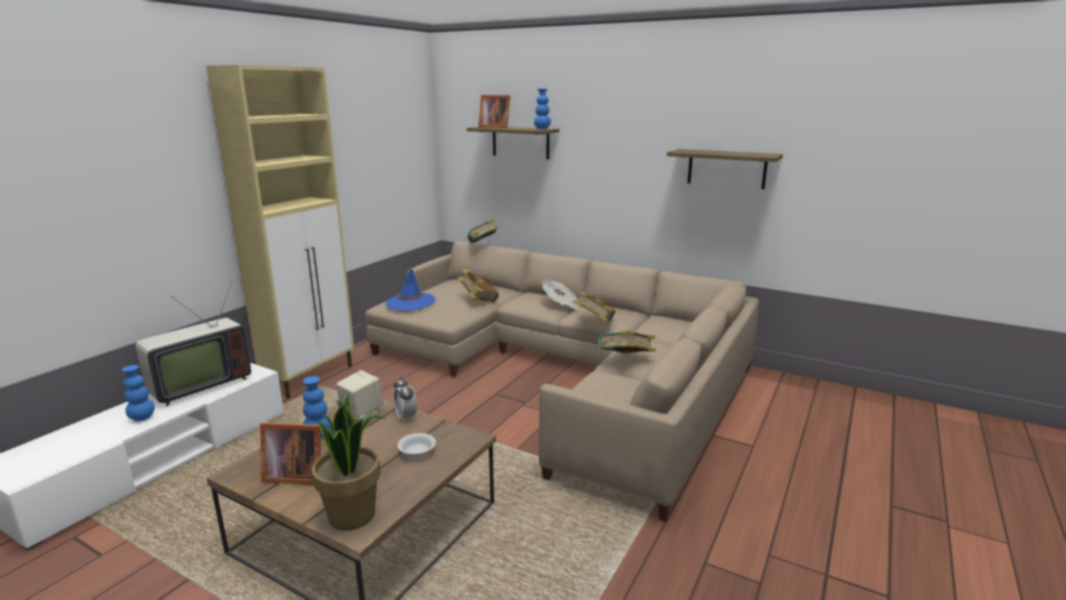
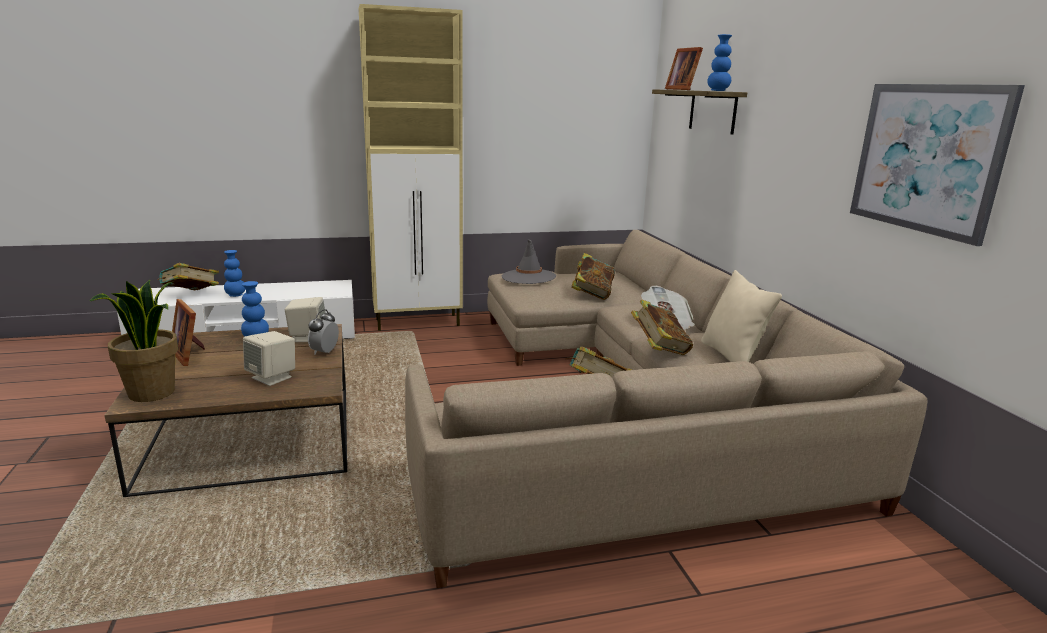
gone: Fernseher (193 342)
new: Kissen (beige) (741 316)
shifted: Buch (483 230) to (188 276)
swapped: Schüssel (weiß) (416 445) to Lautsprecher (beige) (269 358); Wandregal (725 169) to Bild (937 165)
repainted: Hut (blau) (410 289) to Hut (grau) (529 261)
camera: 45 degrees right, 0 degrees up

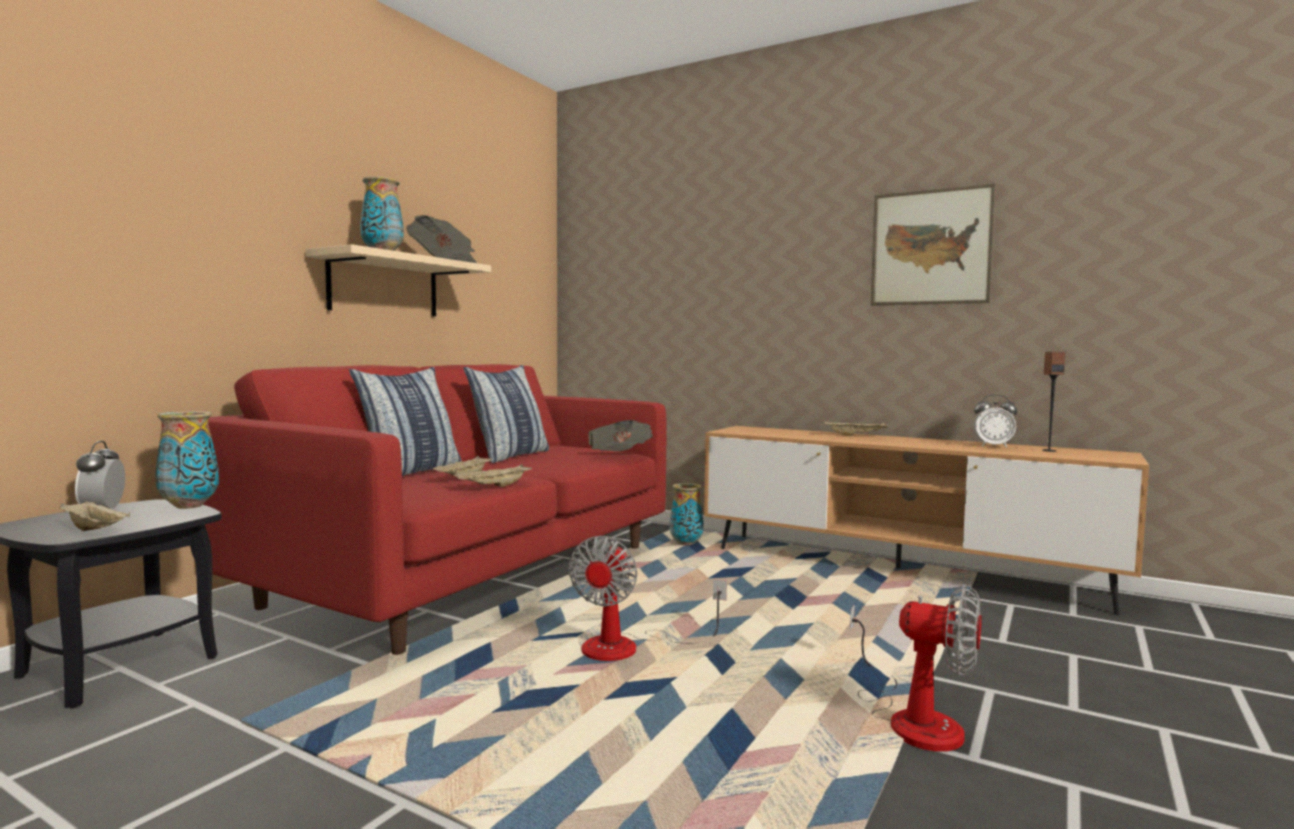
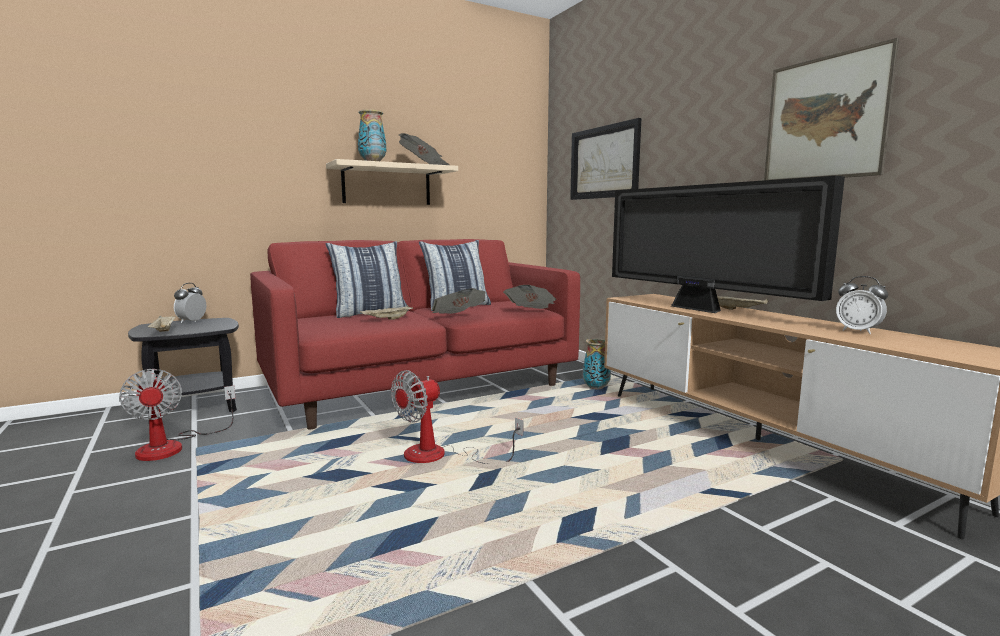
gone: Vase (187 460); Tablett (beige) (493 475); Lautsprecher (1054 402)
new: Zeitung (459 301); Bild (605 159); Fernseher (728 244)
shifted: Ventilator (915 667) to (177 415)
camera: 30 degrees right, 5 degrees up

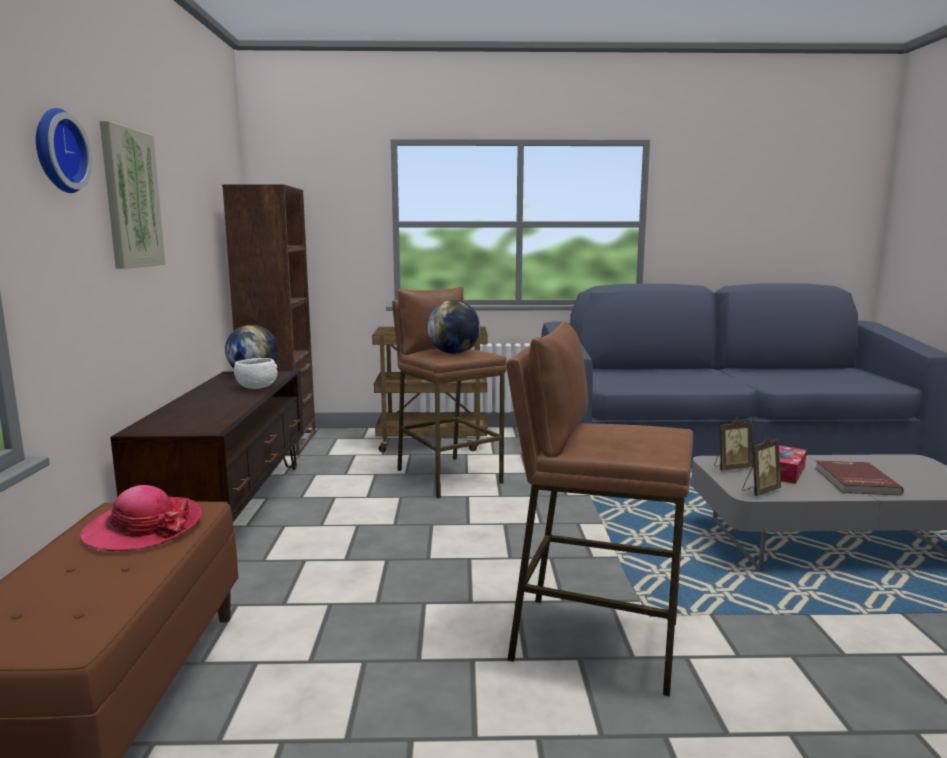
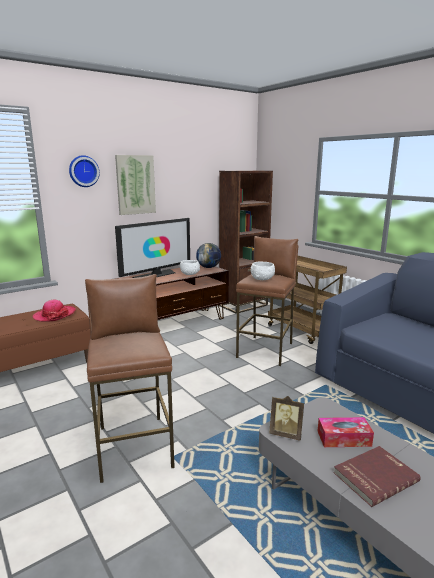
gone: Bilderrahmen (733 444)
new: Fernseher (152 248)
swapped: Globus (453 327) to Schüssel (weiß) (263 271)
camera: 55 degrees right, 5 degrees up

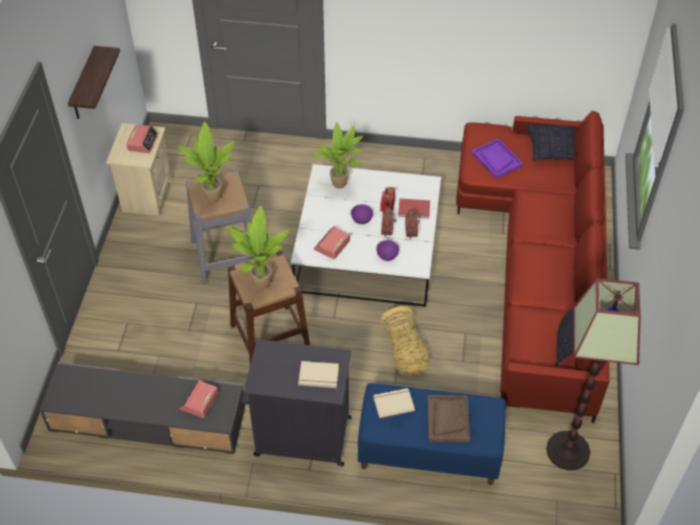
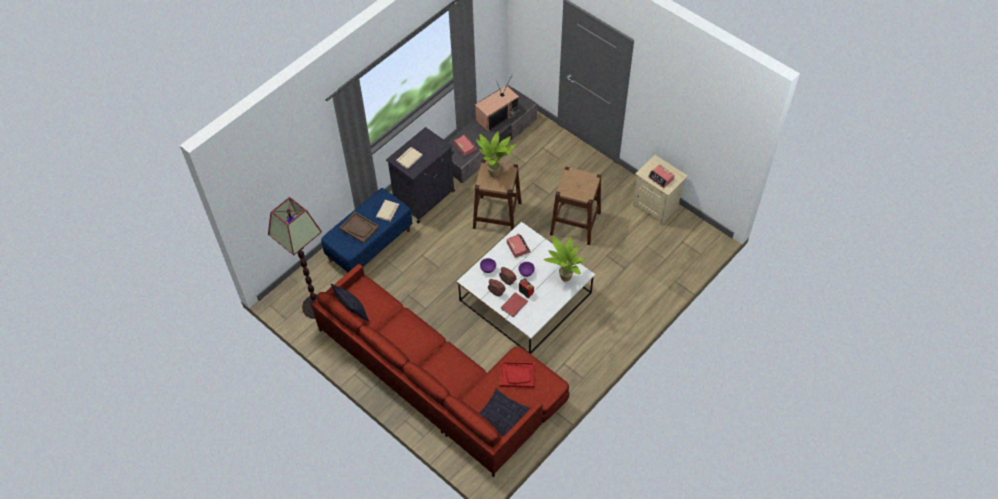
gone: Wandregal (94 82); Topfpflanze (206 162); Korb (404 341)
new: Fernseher (497 103)
repainted: Hocker (grau) (220 227) to Hocker (braun) (575 206); Tablett (lila) (497 159) to Tablett (rot) (517 374)
camera: 125 degrees right, 5 degrees up

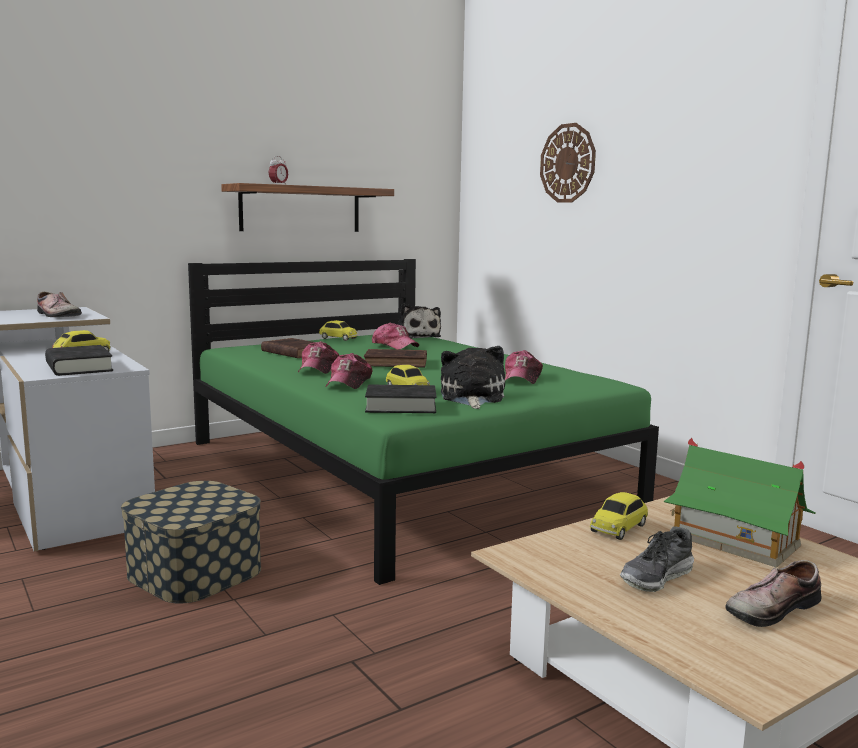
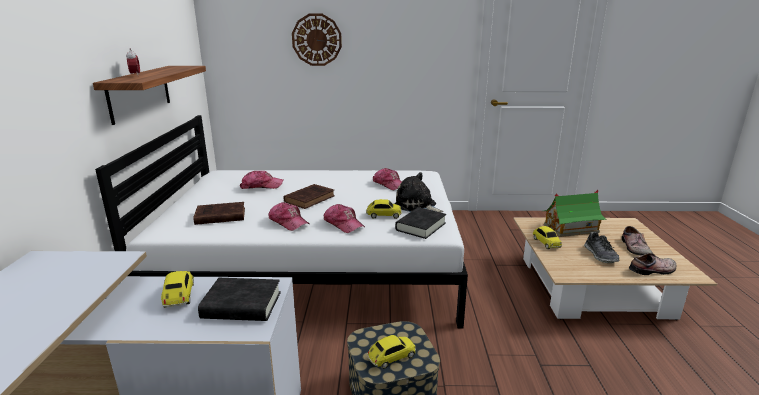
gone: Plüschtier (419 321)
shifted: Schuh (59 304) to (652 264); Spielzeugauto (338 330) to (391 352)
repainted: Bett (grün) (423 422) to Bett (weiß) (281 221)
camera: 55 degrees left, 10 degrees up

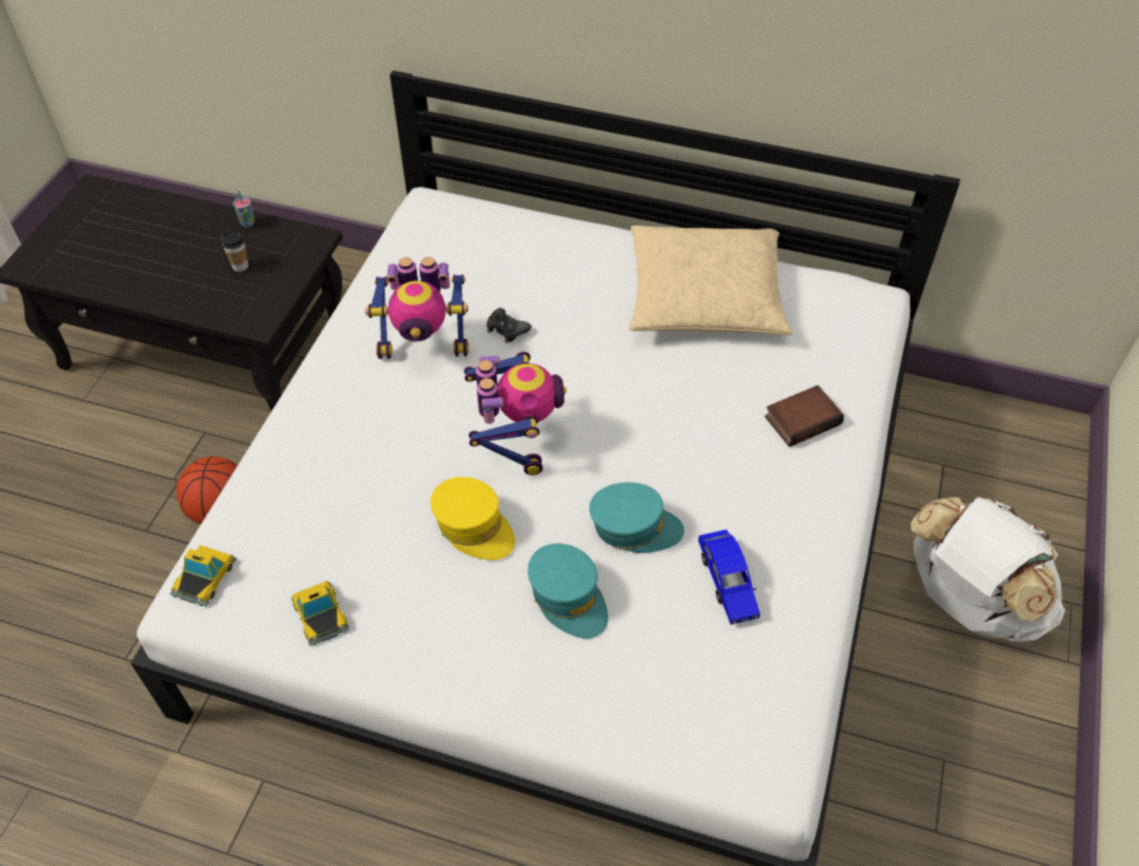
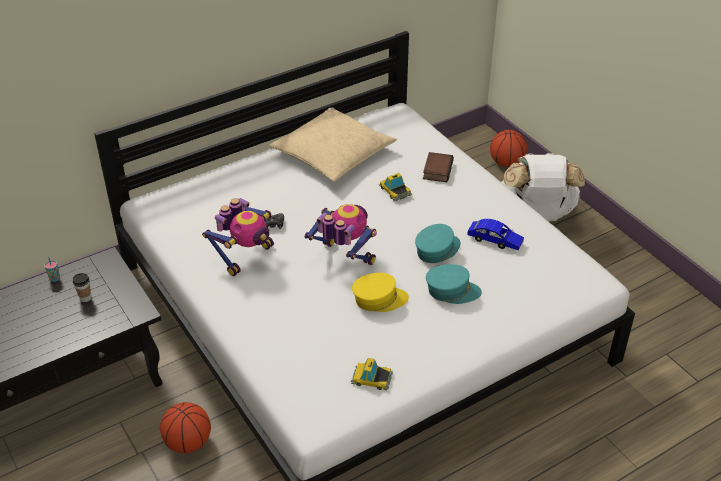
new: Basketball (508 148)
shifted: Spielzeugauto (203 575) to (395 187)
camera: 50 degrees left, 10 degrees down

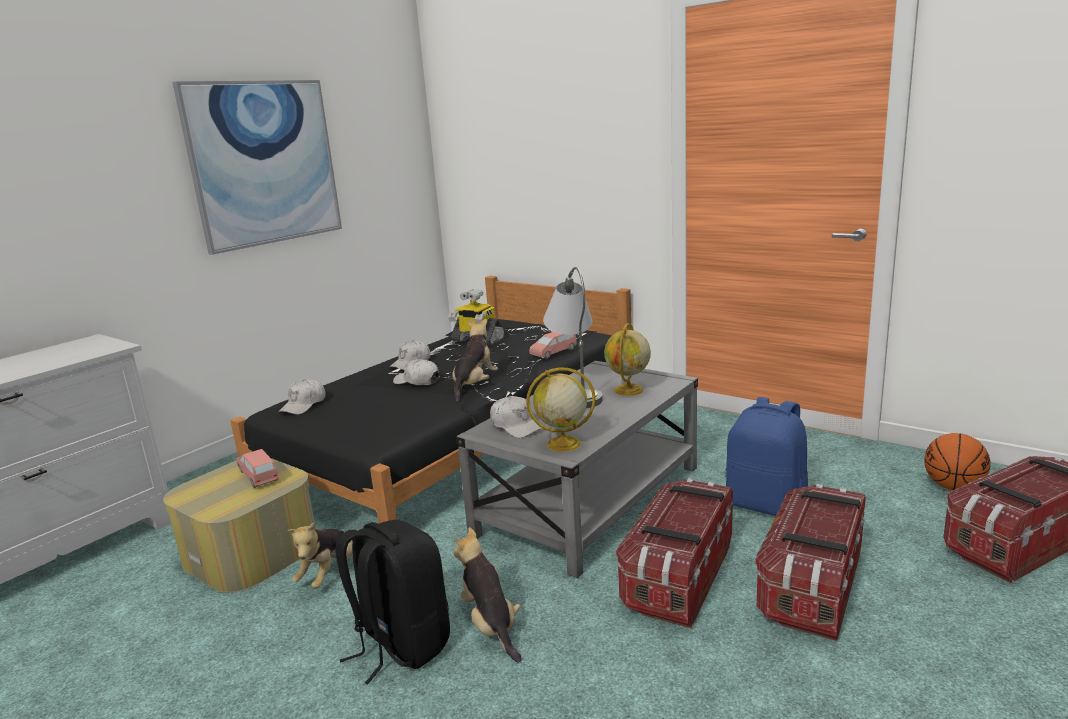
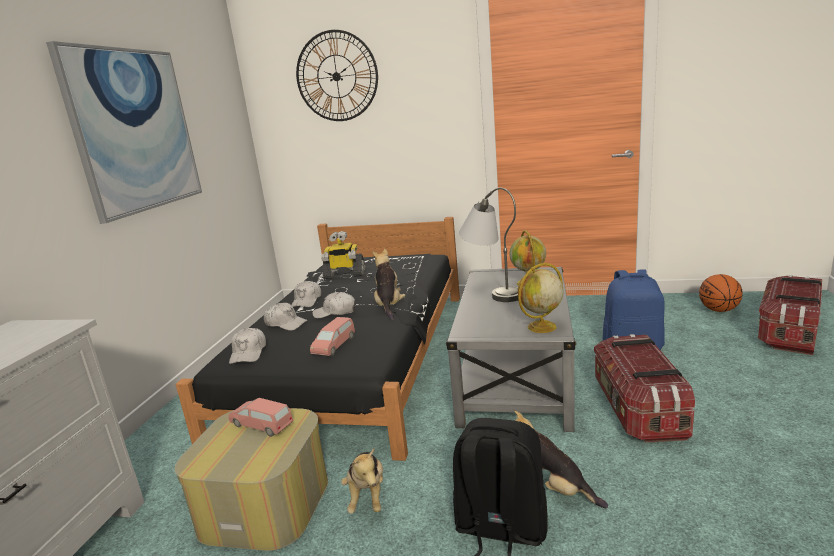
gone: Aufbewahrungsbox (811 562)
new: Wanduhr (337 75)
shifted: Kappe (weiß) (516 417) to (286 317); Spielzeugauto (rosa) (553 345) to (332 336)
camera: 25 degrees left, 0 degrees up

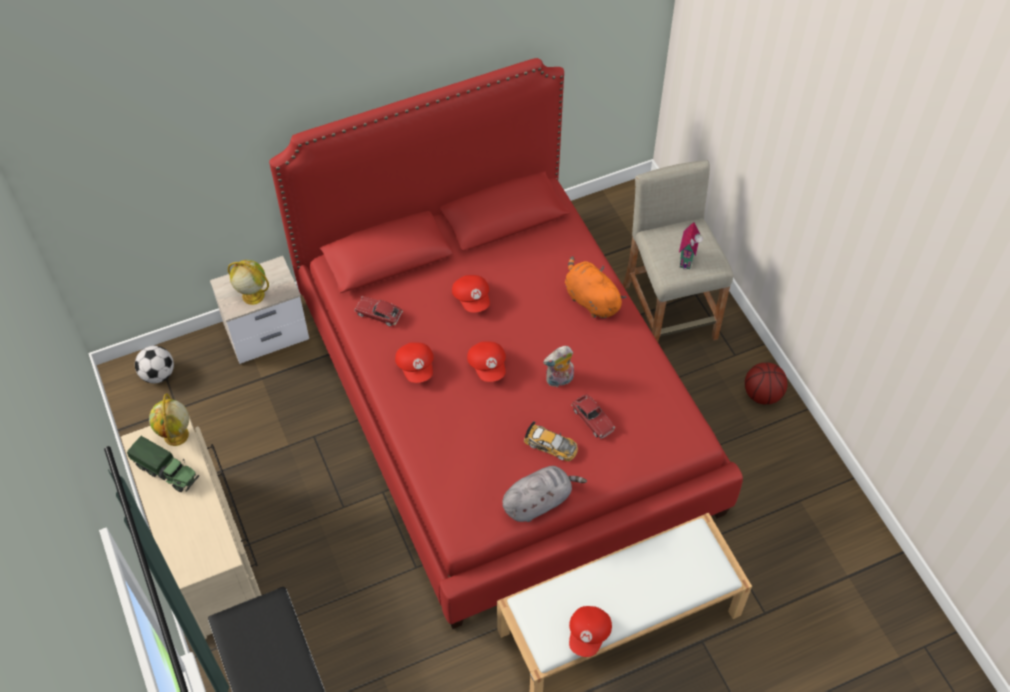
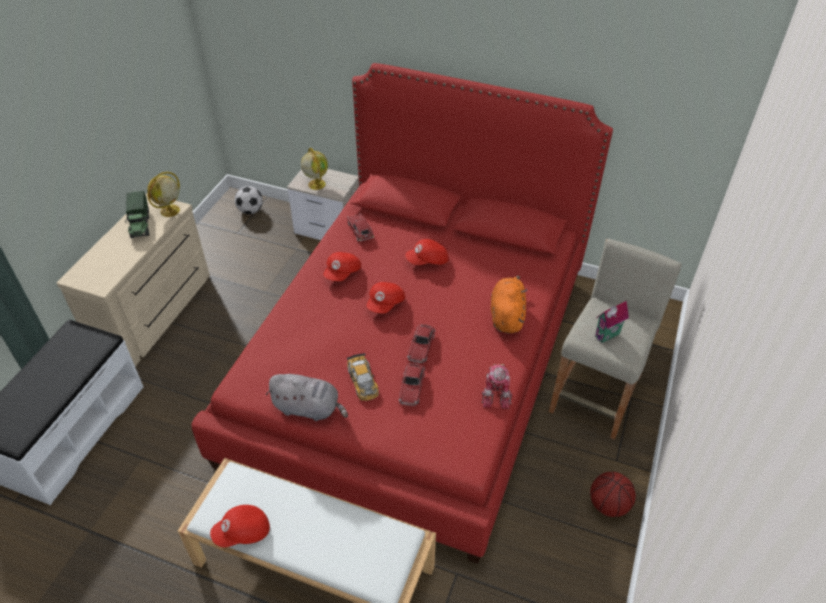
new: Spielzeugroboter (497 386)
swapped: Plüschtier (558 366) to Spielzeugauto (421 343)
rotated: Kappe (rot) (471 294) = (427 252) 45 degrees clockwise
camera: 45 degrees right, 10 degrees down

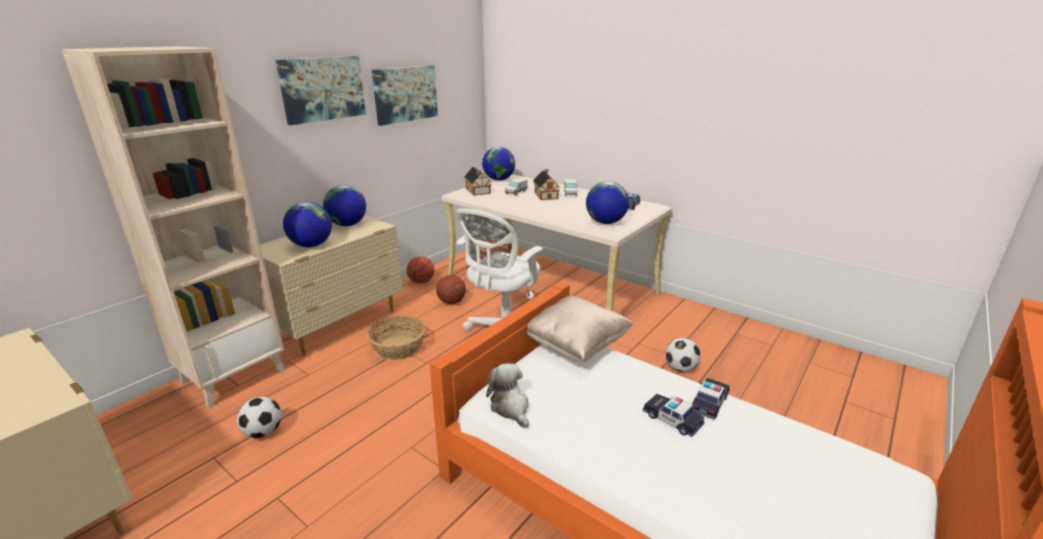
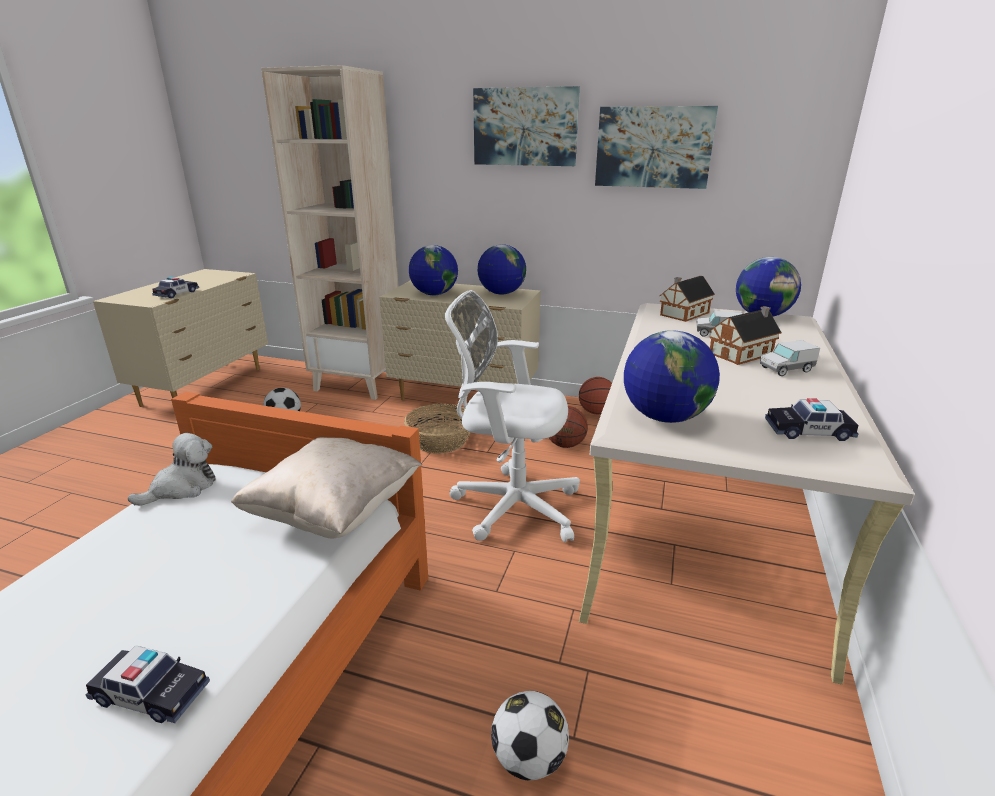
shifted: Spielzeugauto (674 415) to (175 287)
camera: 70 degrees right, 0 degrees up

